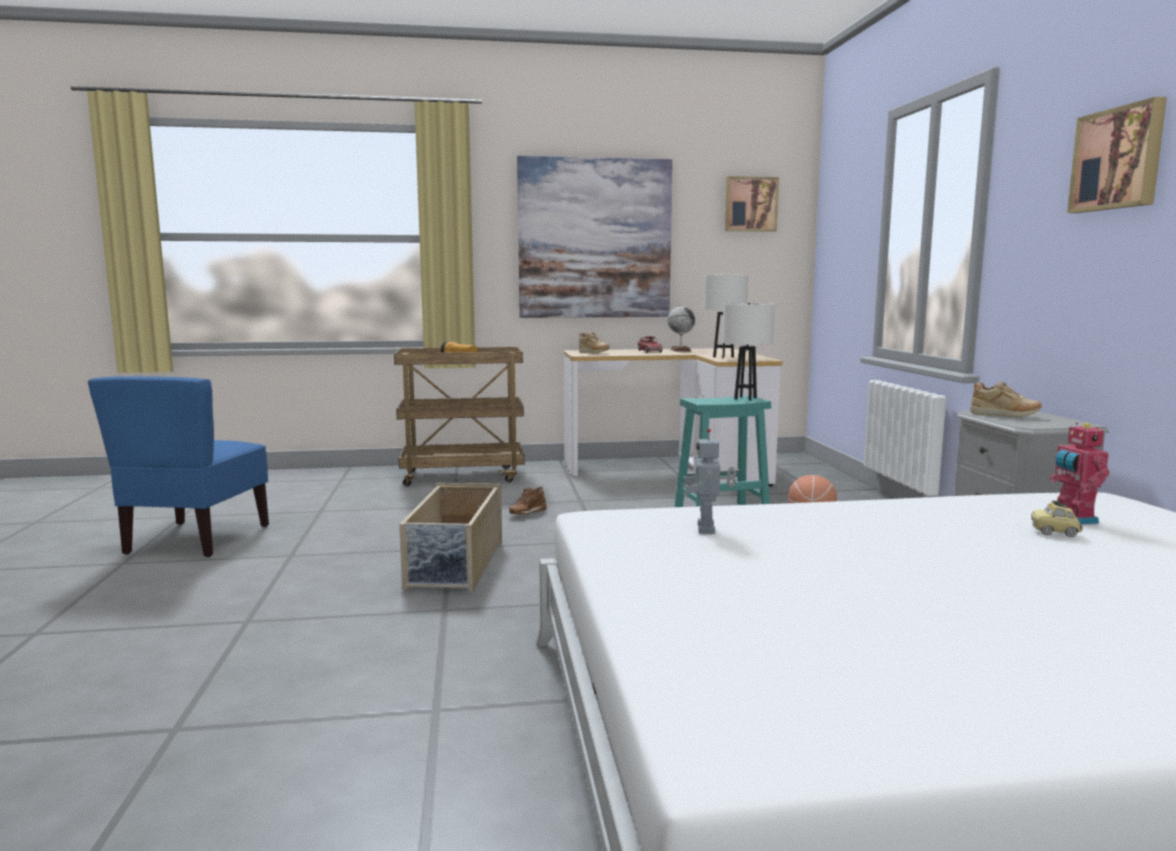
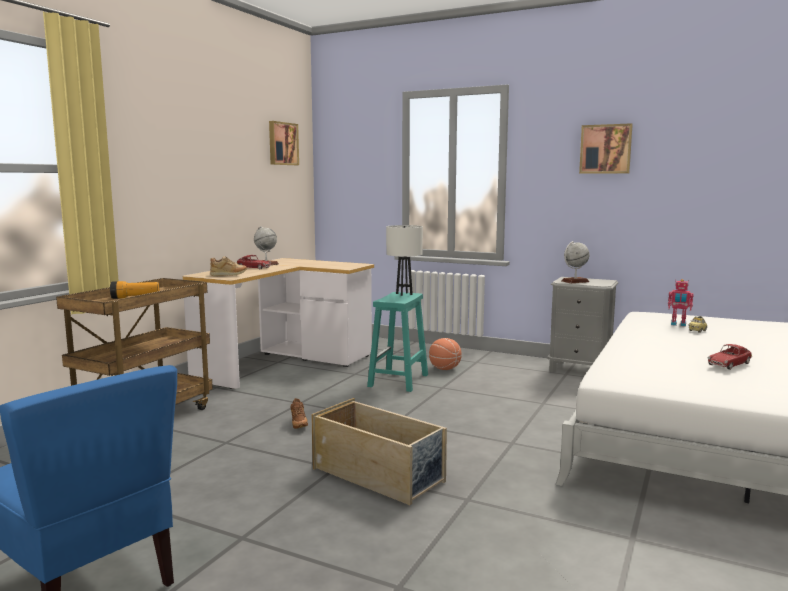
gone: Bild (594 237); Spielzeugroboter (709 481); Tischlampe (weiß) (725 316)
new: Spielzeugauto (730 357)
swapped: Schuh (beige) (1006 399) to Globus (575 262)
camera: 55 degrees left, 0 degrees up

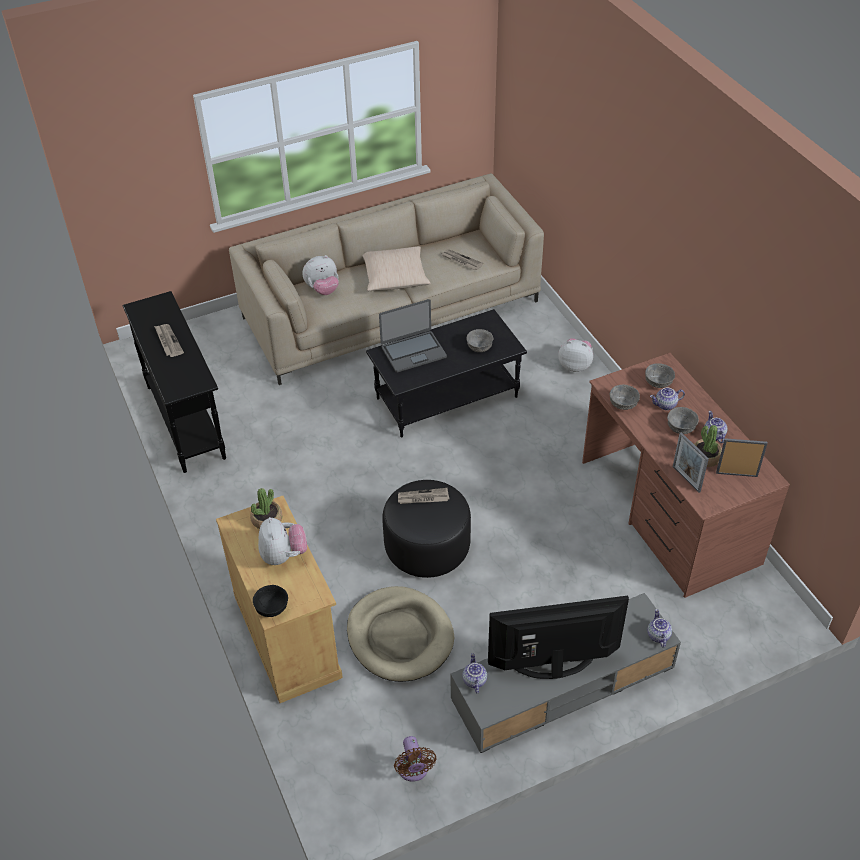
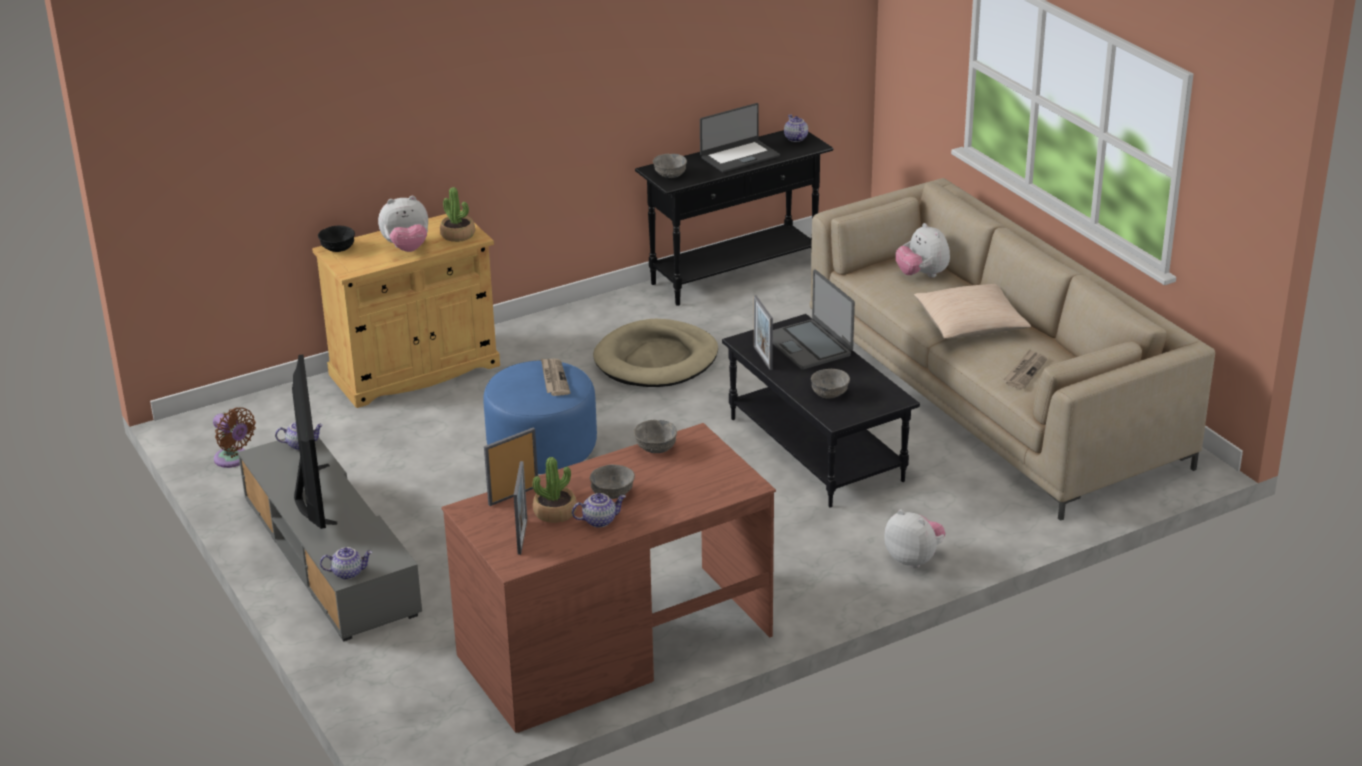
new: Bilderrahmen (763 332)
shifted: Hundebett (beige) (400 634) to (655 353); Schüssel (grau) (660 375) to (670 166); Teekanne (667 399) to (796 128)
swapped: Zeitung (169 340) to Laptop (740 138)
repainted: Polsterhocker (schwarz) (426 529) to Polsterhocker (blau) (540 417)
rotated: Ventilator (braun) (415 759) = (234 437) 120 degrees counterclockwise; Plüschtier (575 355) = (914 539) 60 degrees counterclockwise
camera: 85 degrees right, 15 degrees down

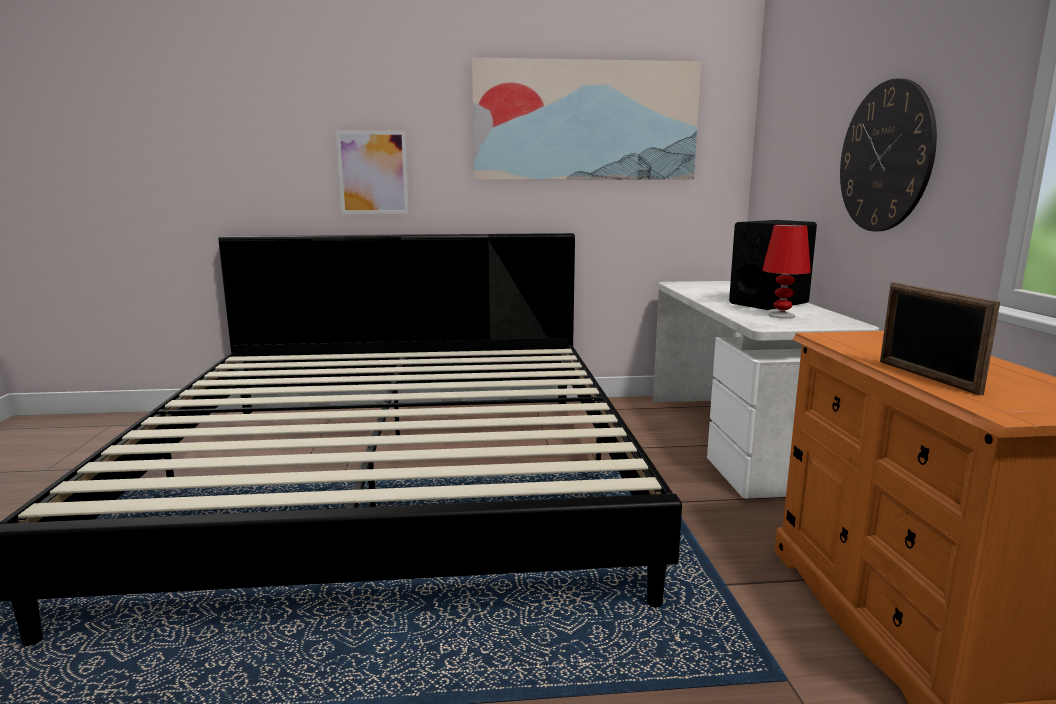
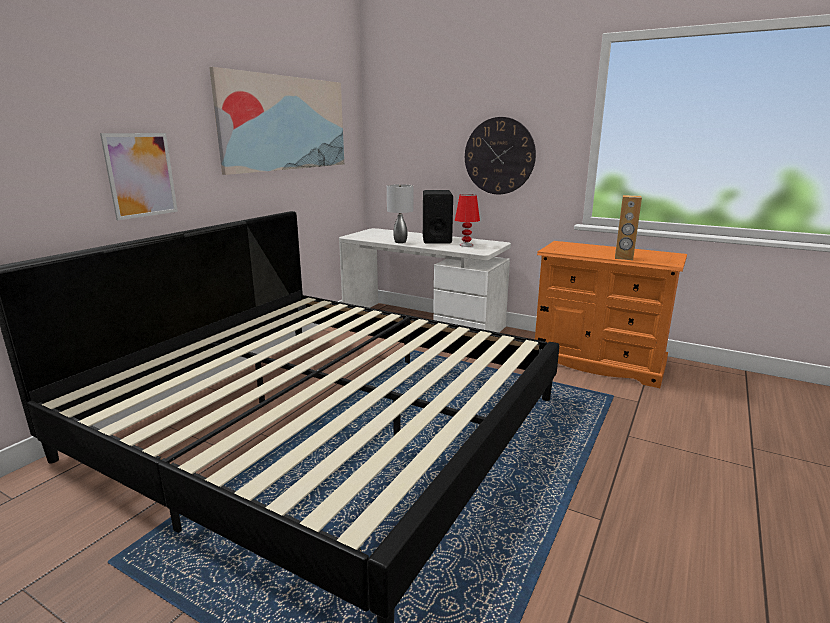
new: Tischlampe (grau) (400 213)
swapped: Bilderrahmen (940 338) to Lautsprecher (braun) (628 227)
camera: 55 degrees left, 5 degrees up

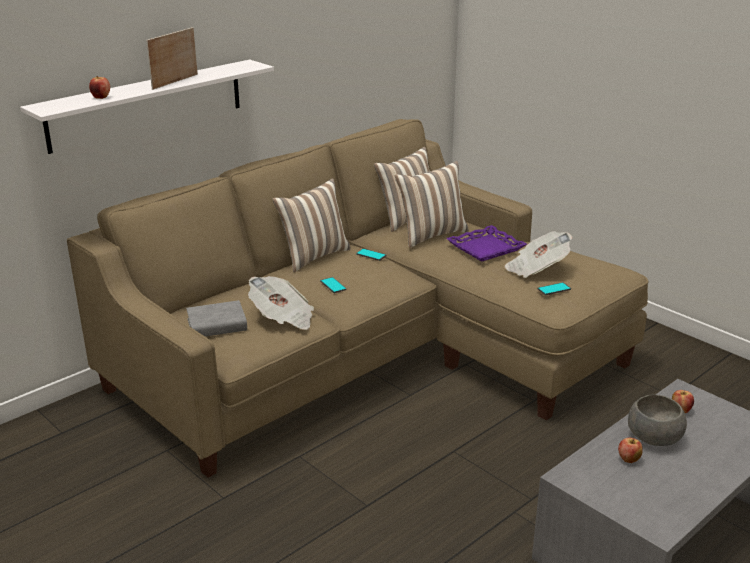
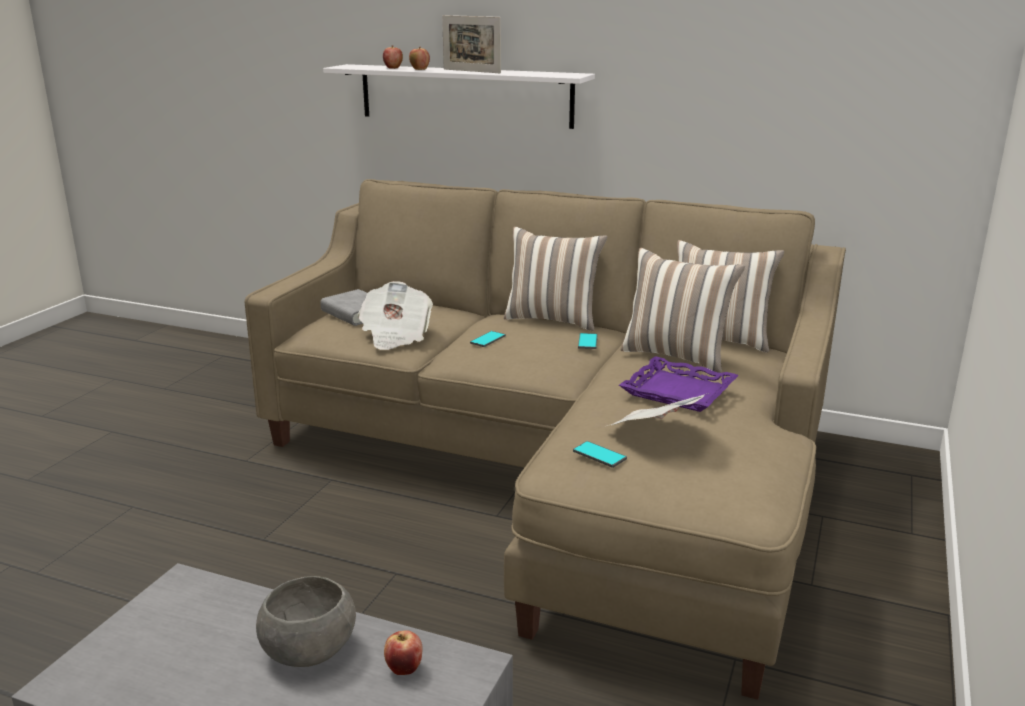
shifted: Apfel (630 450) to (419 58)
rotated: Bilderrahmen (172 58) = (471 44) 150 degrees counterclockwise
camera: 65 degrees right, 5 degrees down

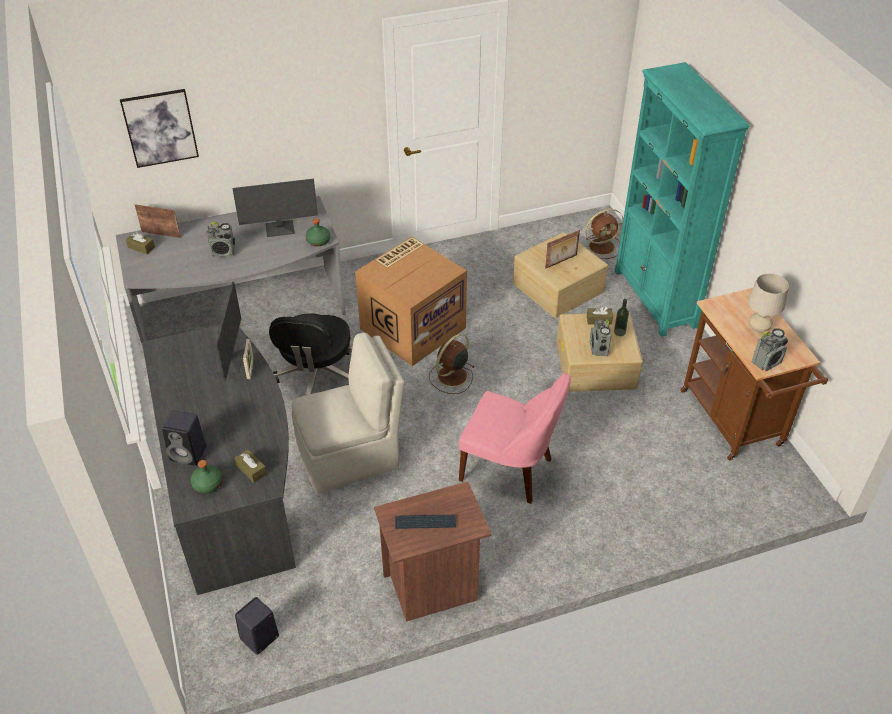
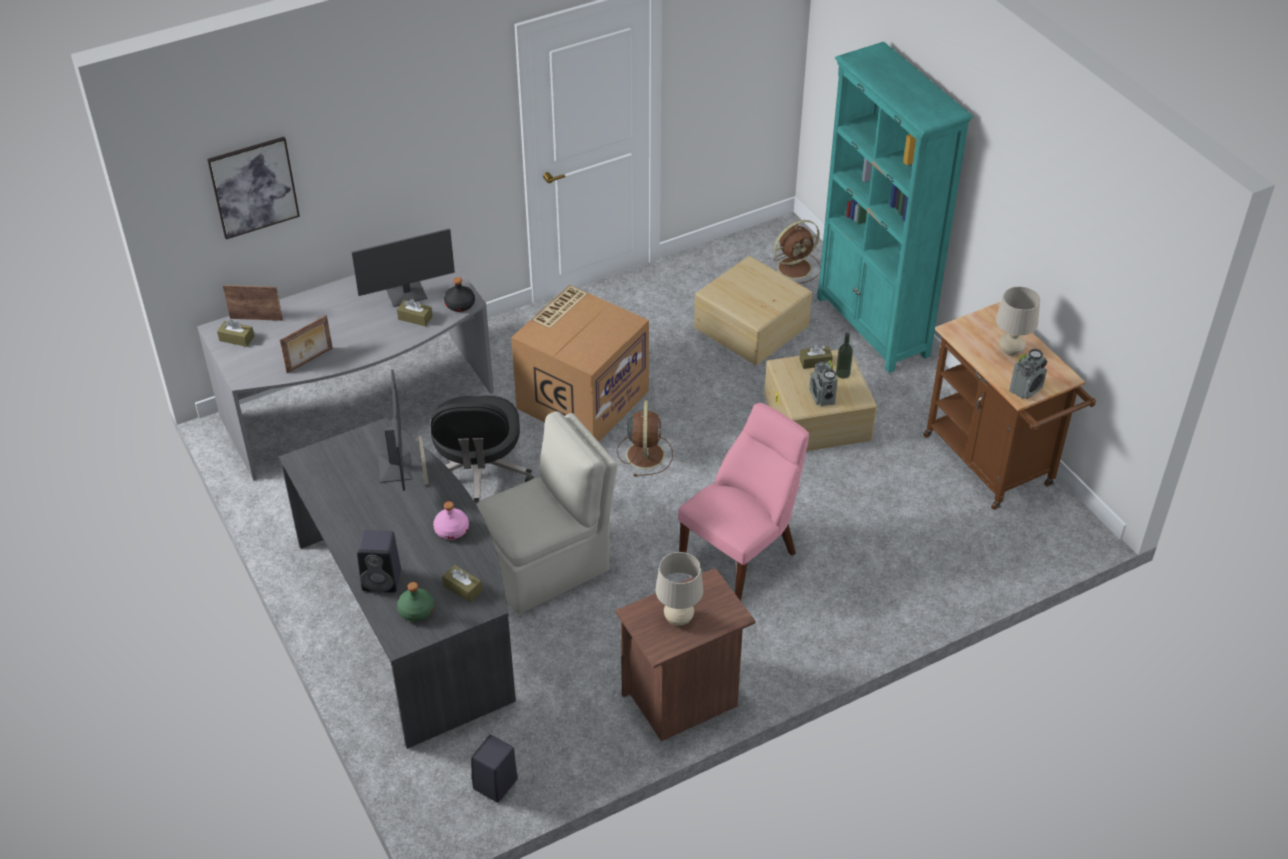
gone: Radio (220 239)
new: Taschentuchbox (braun) (415 313); Flasche (rosa) (451 520)
shifted: Bilderrahmen (562 249) to (306 344)
swapped: Tastatur (425 521) to Tischlampe (beige) (679 589)
repainted: Flasche (grün) (318 232) to Flasche (schwarz) (459 294)
rotated: Ventilator (braun) (451 364) = (645 438) 150 degrees clockwise; Stuhl (rosa) (515 438) = (743 502) 60 degrees counterclockwise
camera: 10 degrees left, 0 degrees up

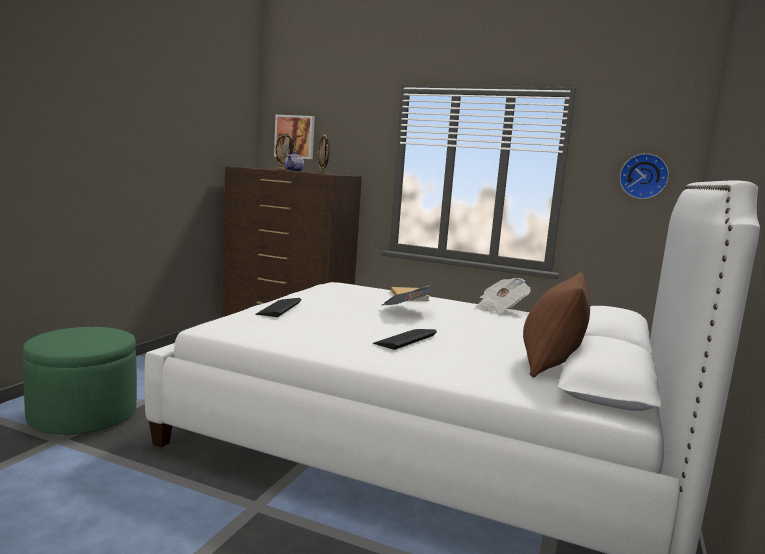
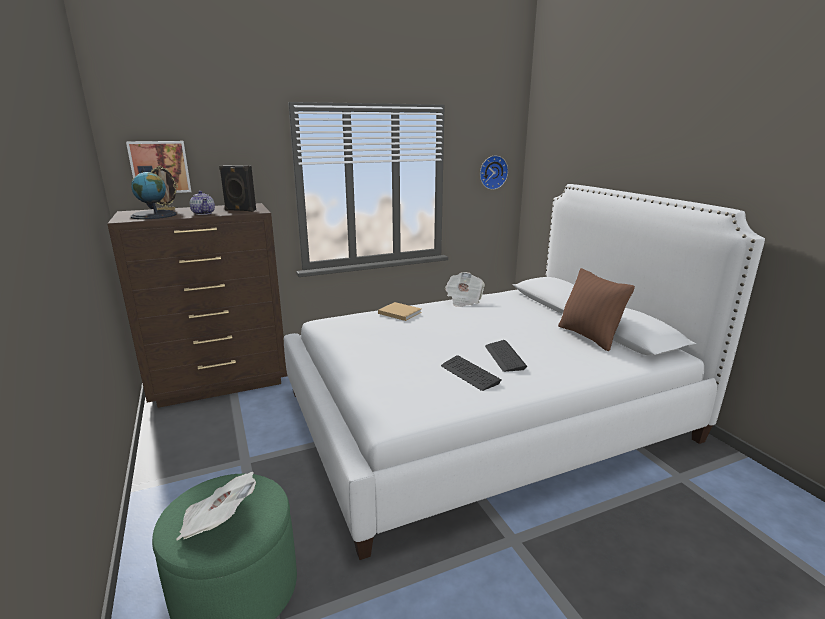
new: Globus (154 193)
shifted: Tastatur (278 307) to (471 373); Zeitung (410 295) to (216 506)
swapped: Bilderrahmen (323 153) to Lautsprecher (schwarz) (237 188)
camera: 45 degrees left, 10 degrees up

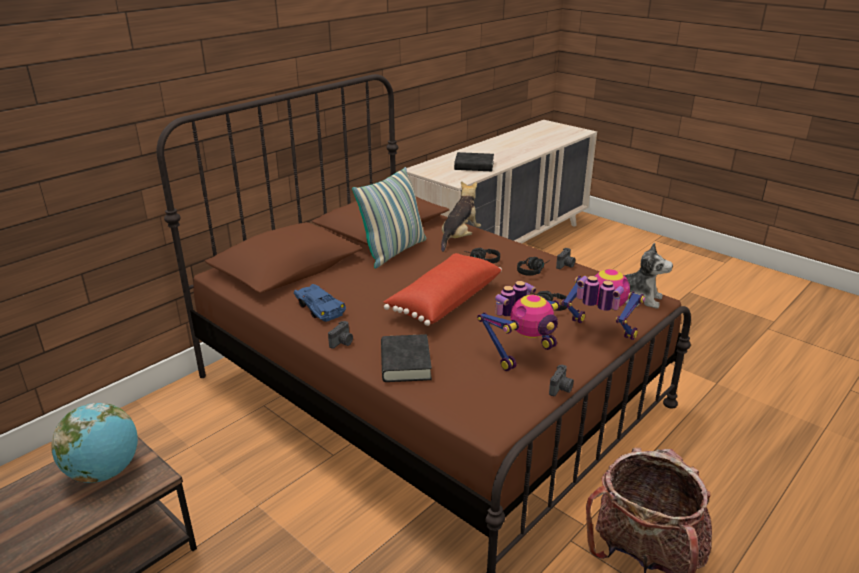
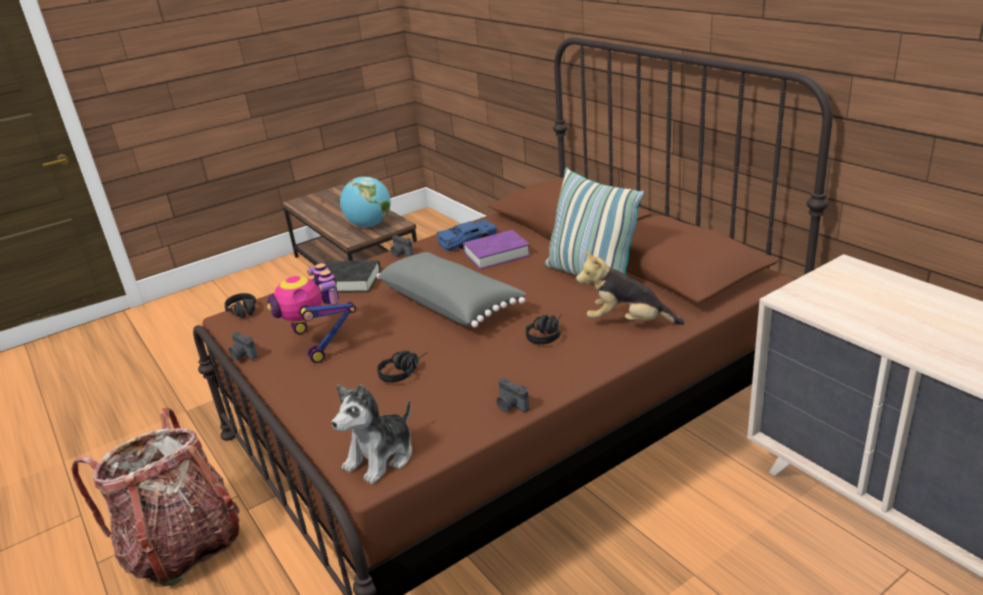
gone: Buch (schwarz) (474 161); Spielzeugroboter (603 304)
new: Buch (lila) (497 250)
shifted: Kopfhörer (schwarz) (533 266) to (240 305)
repainted: Kissen (rot) (443 289) to Kissen (grau) (451 290)
rotated: Plüschtier (461 216) = (630 288) 150 degrees clockwise
camera: 105 degrees right, 0 degrees up

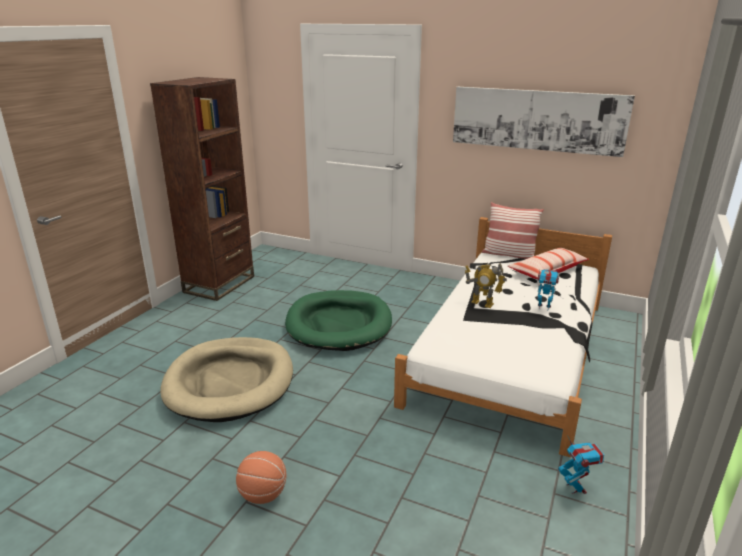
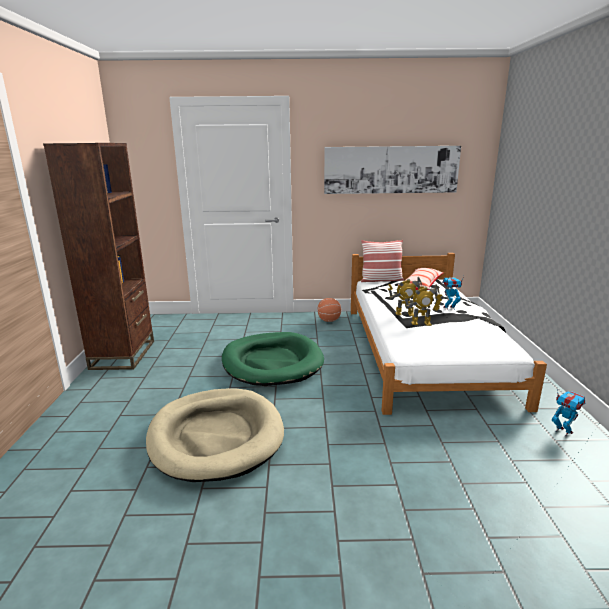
new: Spielzeugroboter (423 305)
shifted: Basketball (261 477) to (329 310)
camera: 25 degrees left, 5 degrees down

